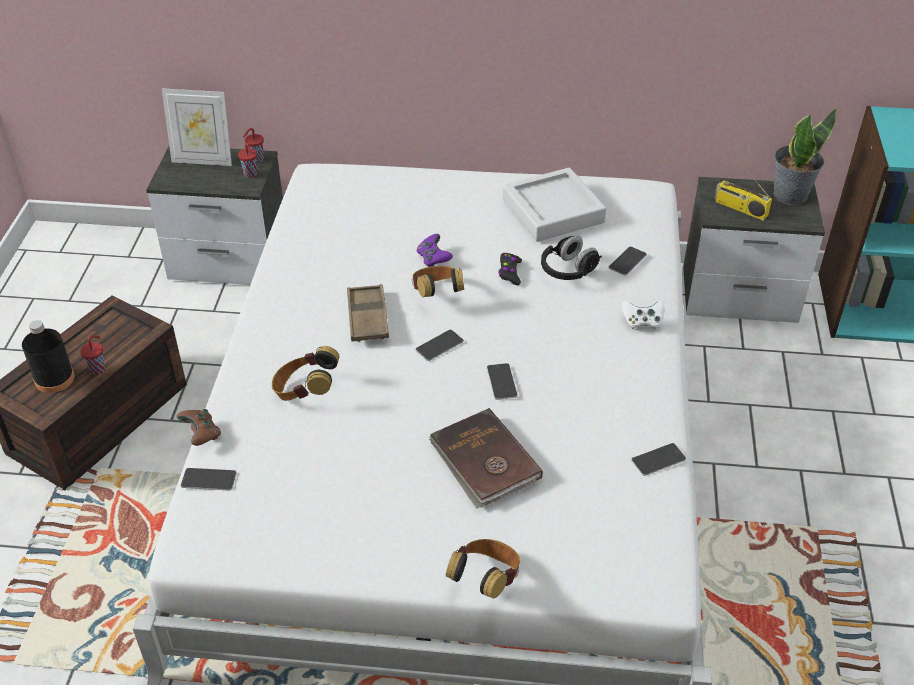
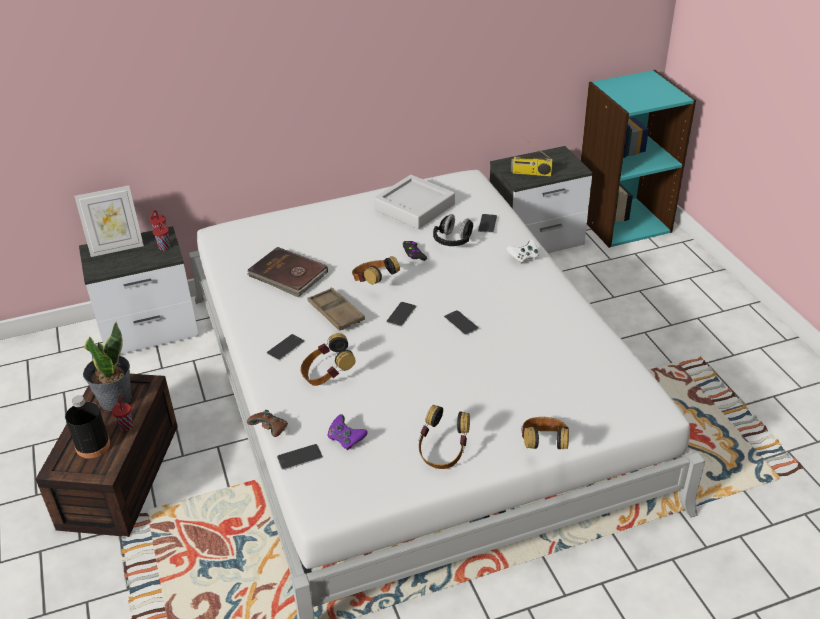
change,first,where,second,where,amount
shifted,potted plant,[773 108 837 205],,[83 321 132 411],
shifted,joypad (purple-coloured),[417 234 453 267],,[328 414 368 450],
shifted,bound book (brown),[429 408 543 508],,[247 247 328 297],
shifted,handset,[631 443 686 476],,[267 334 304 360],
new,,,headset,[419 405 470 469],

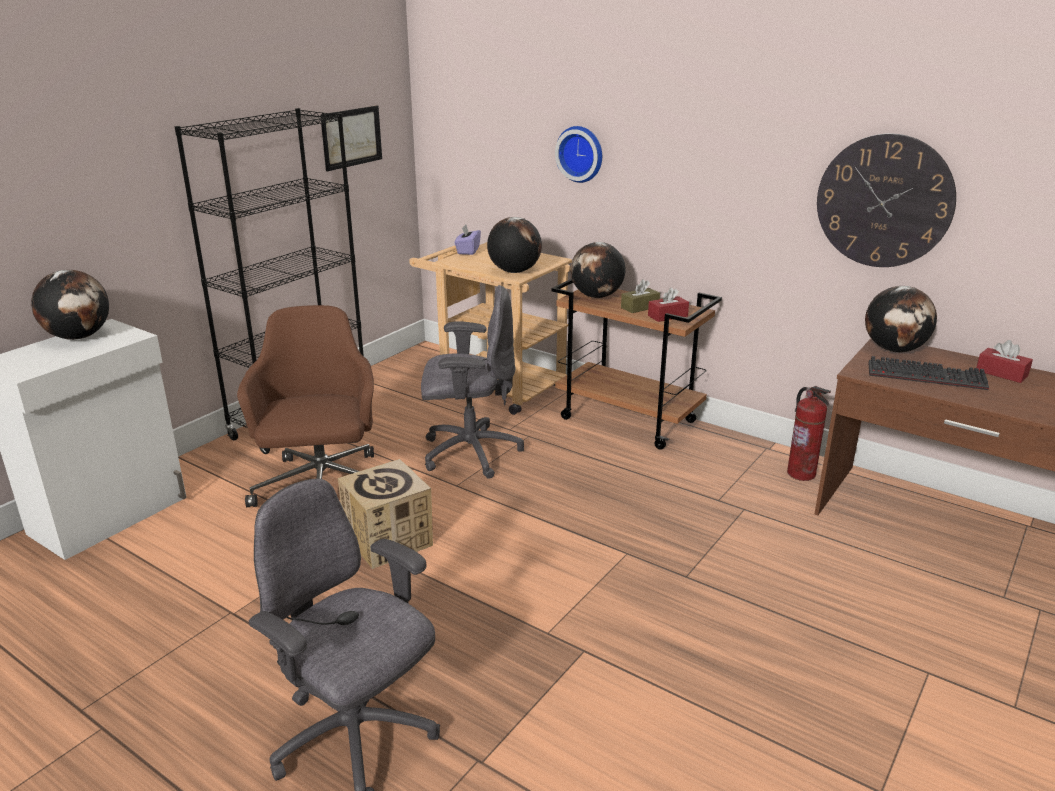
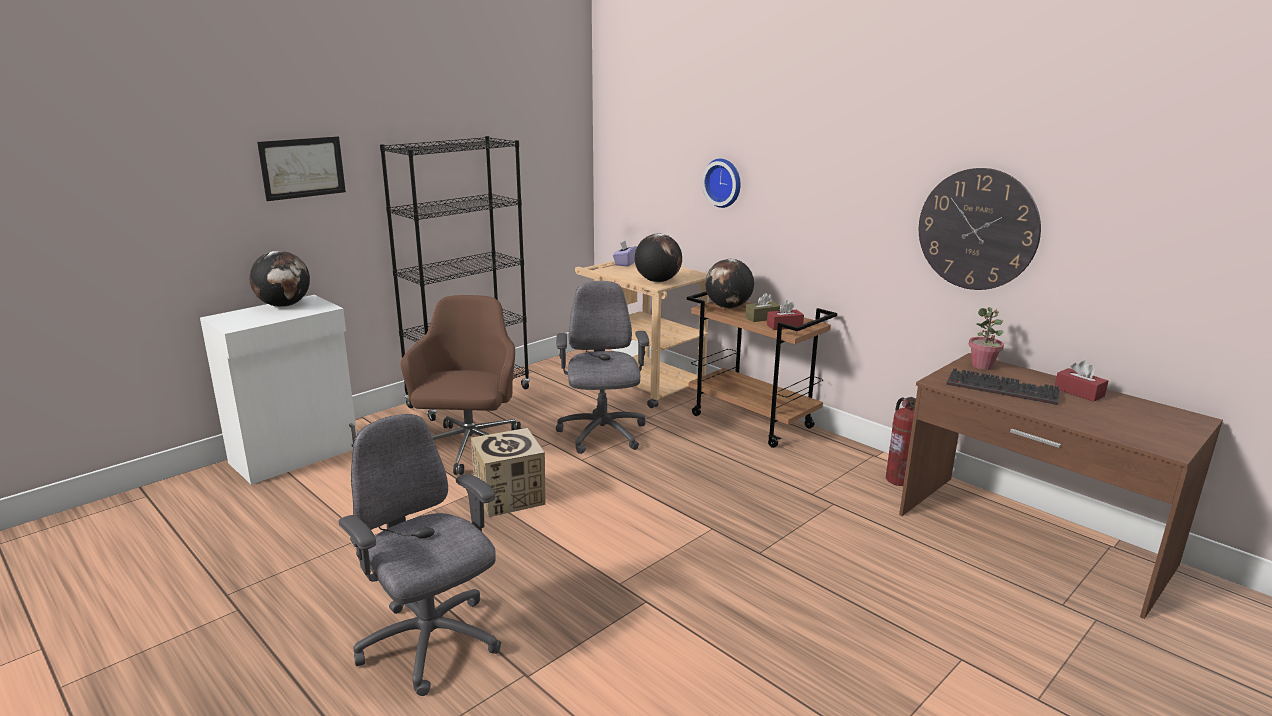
change,first,where,second,where,amount
shifted,picture,[320 106 382 171],,[257 136 346 201],
rotated,computer chair (greyish),[421 285 524 479],,[556 281 649 454],105 degrees counterclockwise
swapped,globe,[865 286 937 352],potted plant,[969 307 1004 370],

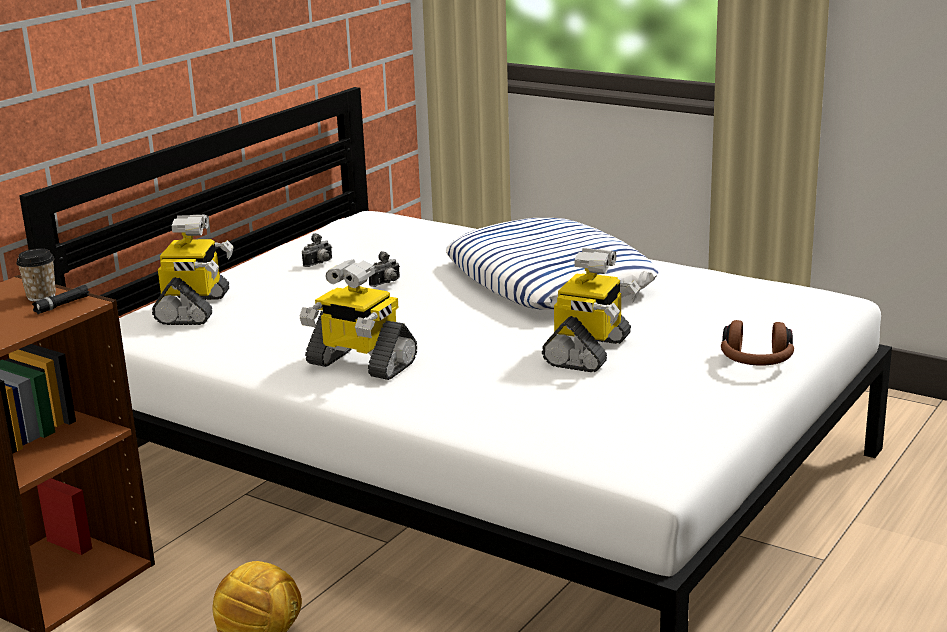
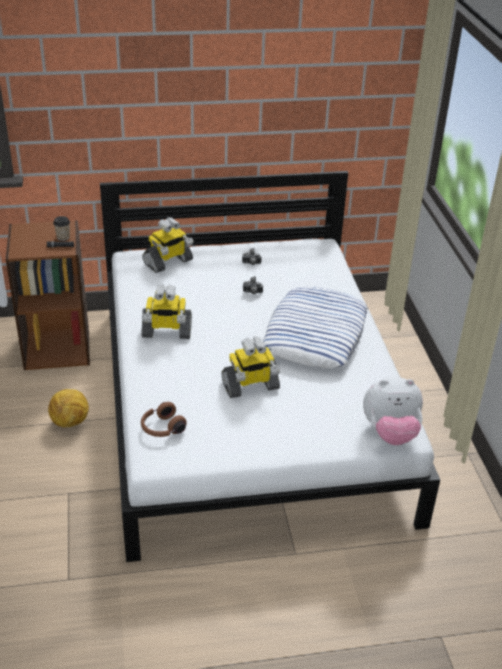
change,first,where,second,where,amount
rotated,robot figure,[299 259 417 380],,[142 284 192 339],75 degrees counterclockwise
shifted,headset (brown),[721 320 794 366],,[141 402 187 437],
new,,,cuddly toy,[363 377 423 445],

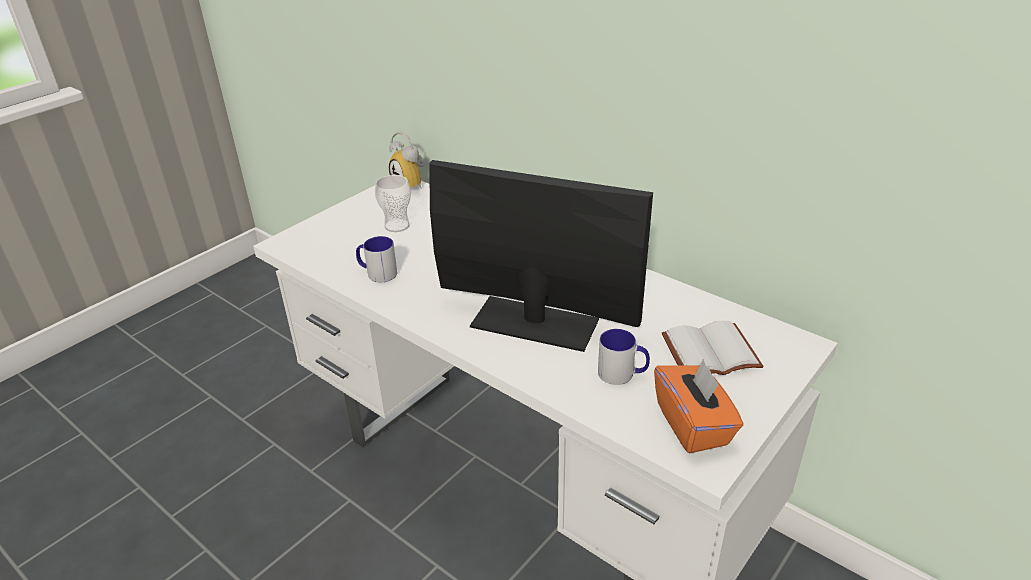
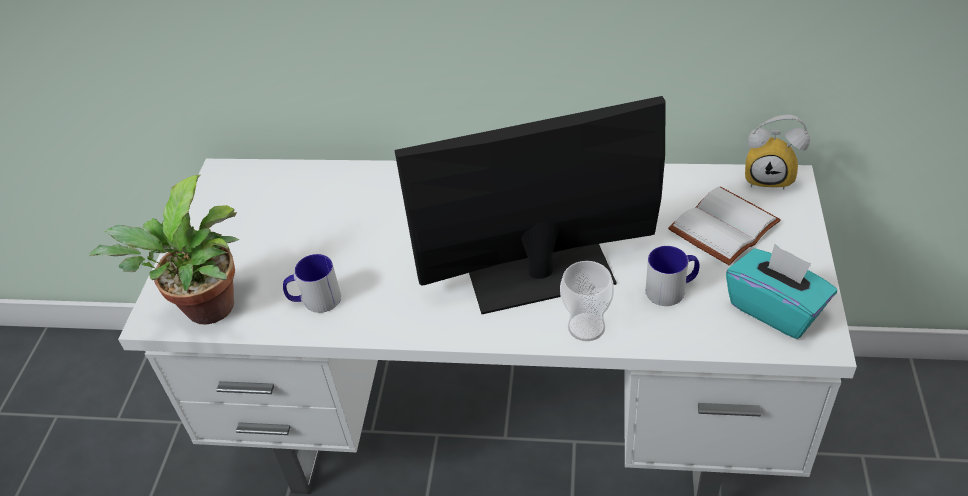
change,first,where,second,where,amount
shifted,table clock,[389 131 425 189],,[745 115 810 190],
shifted,drinking cup,[375 175 411 232],,[560 261 614 341],
repainted,tissue box (orange-coloured),[654 359 743 454],tissue box (turquoise-coloured),[726 244 837 339],
new,,,potted plant,[88 175 239 325],

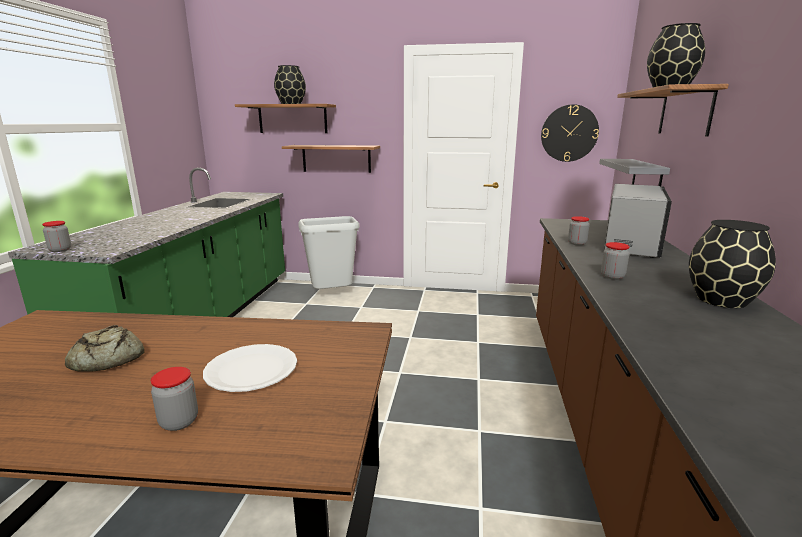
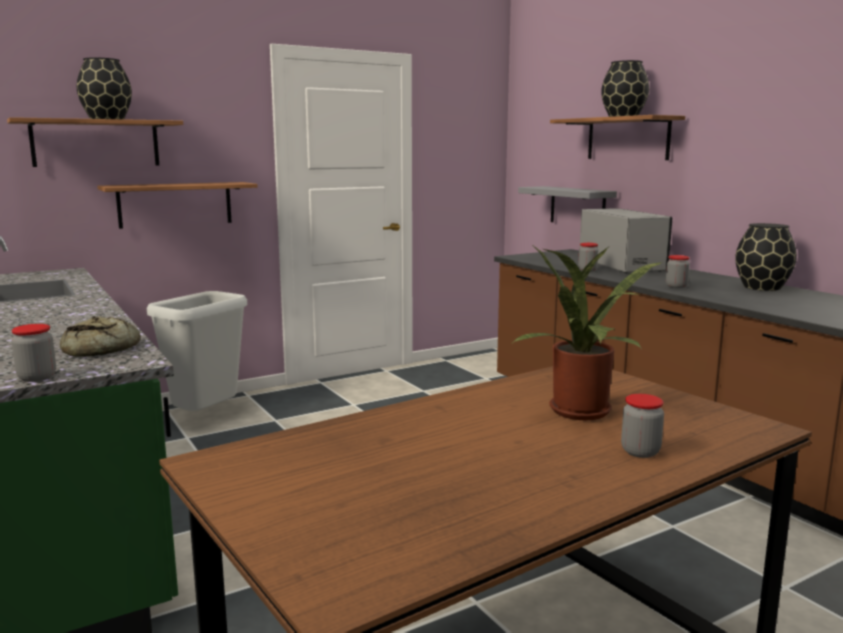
change,first,where,second,where,amount
gone,wall clock,[541 104 599 162],,,
shifted,bread,[65 325 145 372],,[60 316 141 357],
swapped,dinner plate (whitish),[203 344 297 392],potted plant,[512 246 662 420],

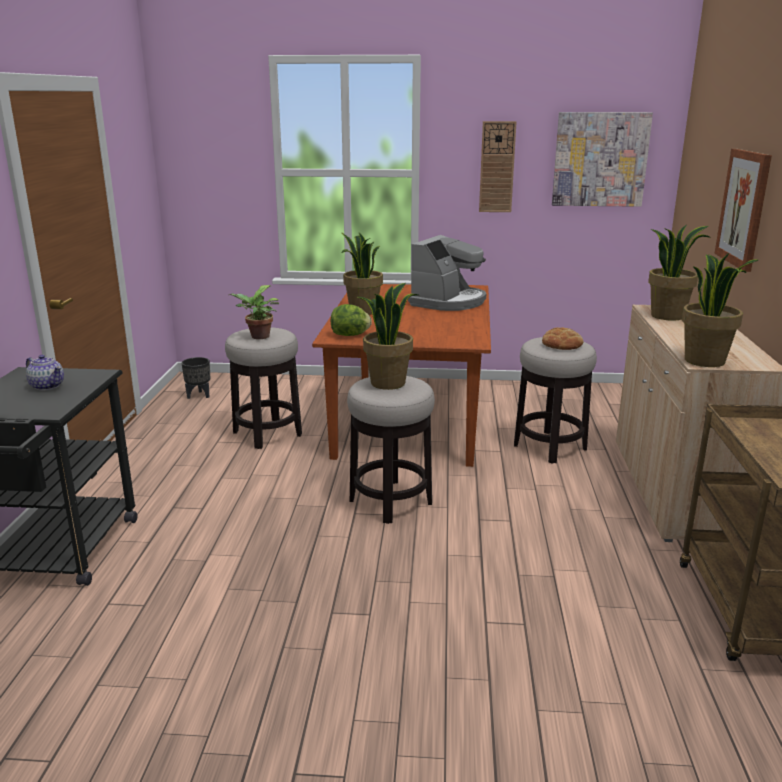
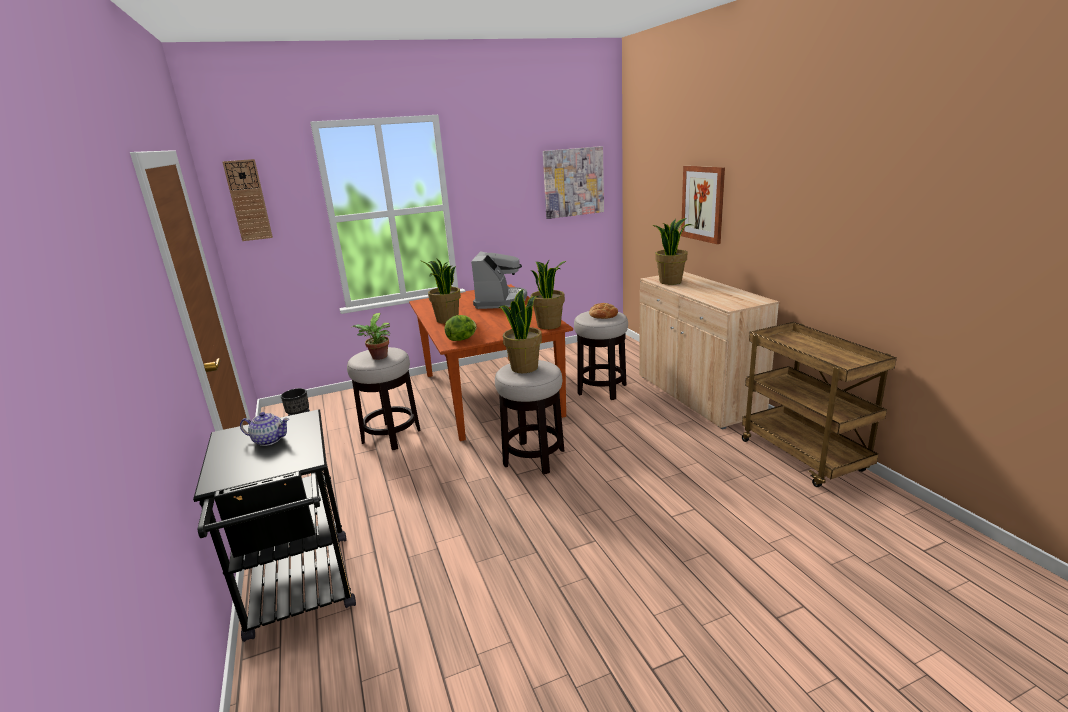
change,first,where,second,where,amount
shifted,wall clock,[479 121 517 212],,[222 159 273 241],
shifted,potted plant,[682 253 758 367],,[530 260 566 329],

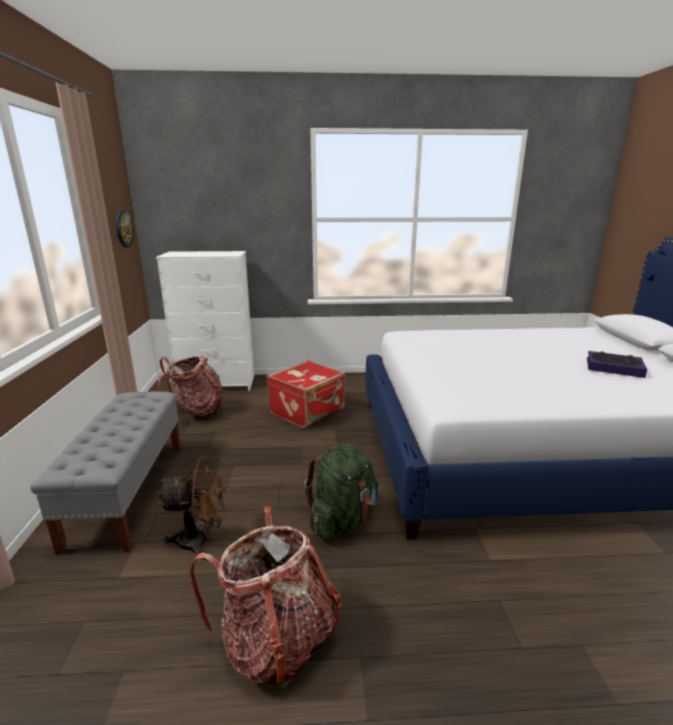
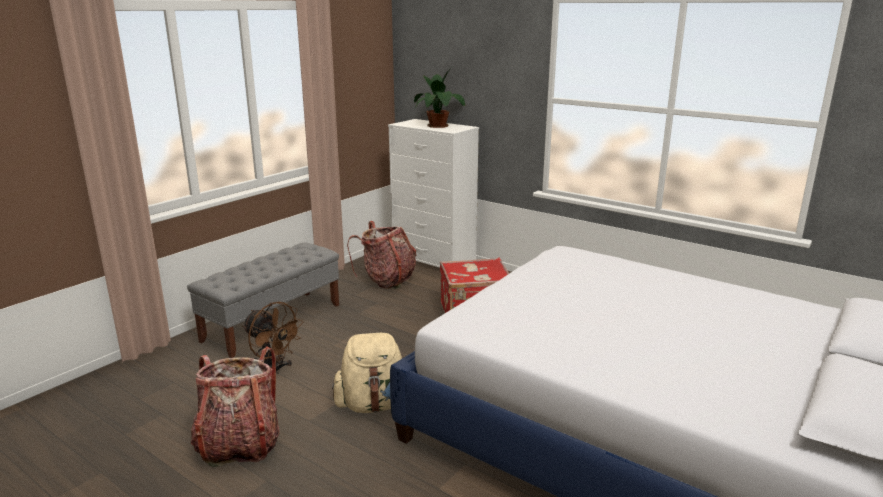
change,first,where,second,where,amount
gone,wall clock,[116 210 134 247],,,
gone,bound book,[587 351 647 378],,,
repainted,knapsack (green-coloured),[304 444 378 539],knapsack (beige),[332 333 402 413],
new,,,potted plant,[414 66 465 128],

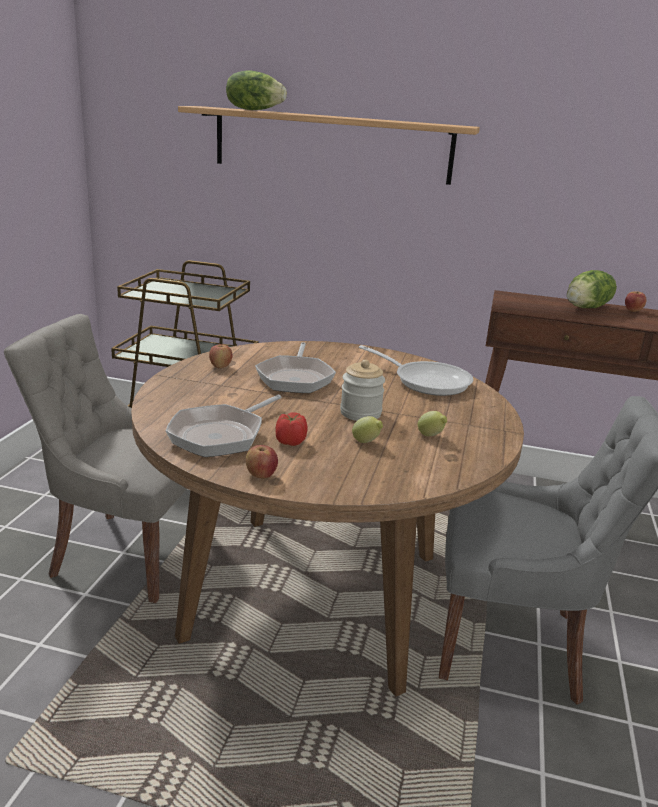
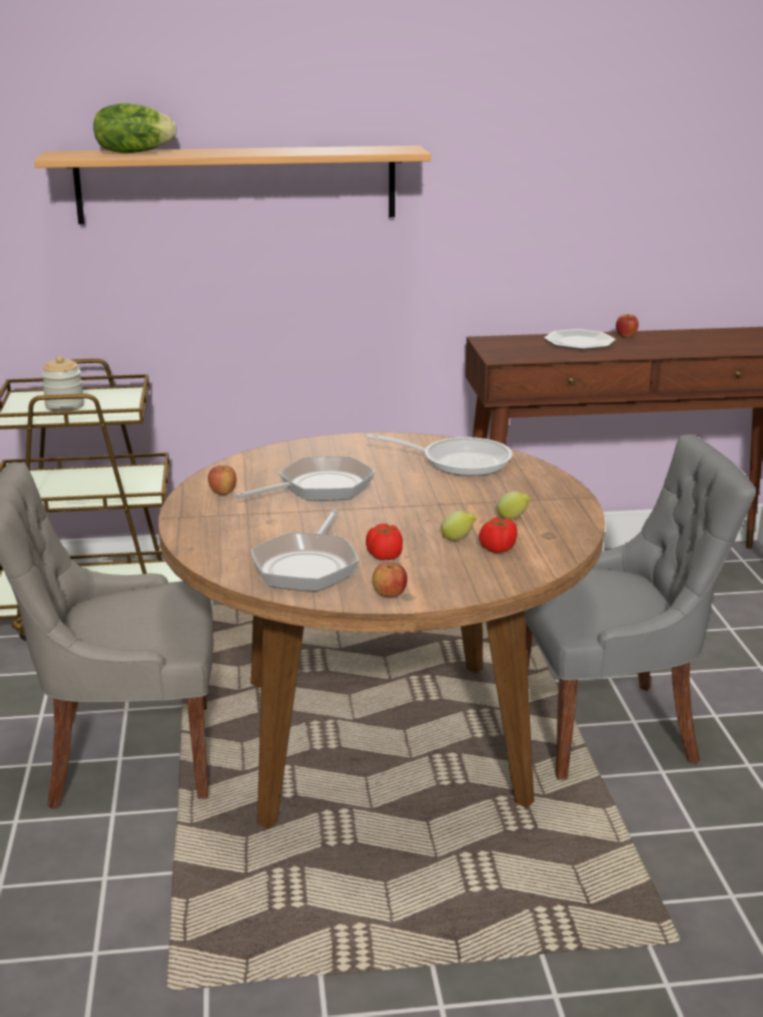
change,first,where,second,where,amount
swapped,lettuce head,[567 270 617 308],dinner plate,[544 329 616 349],
rotated,pan,[255 342 336 393],,[236 456 375 501],105 degrees counterclockwise
shifted,preserve jar,[340 360 385 421],,[41 356 84 411],
new,,,fresh tomato,[479 517 517 553],

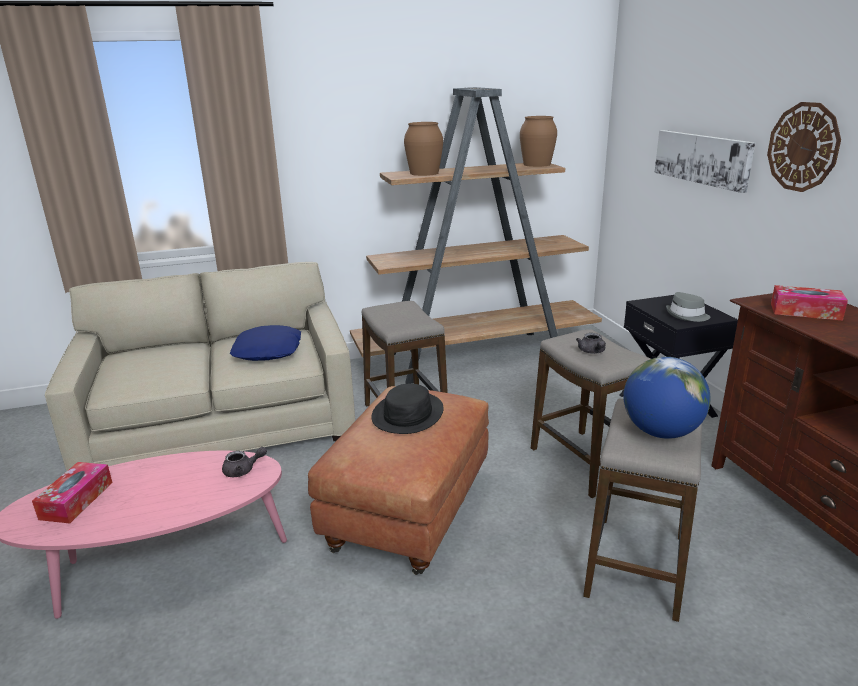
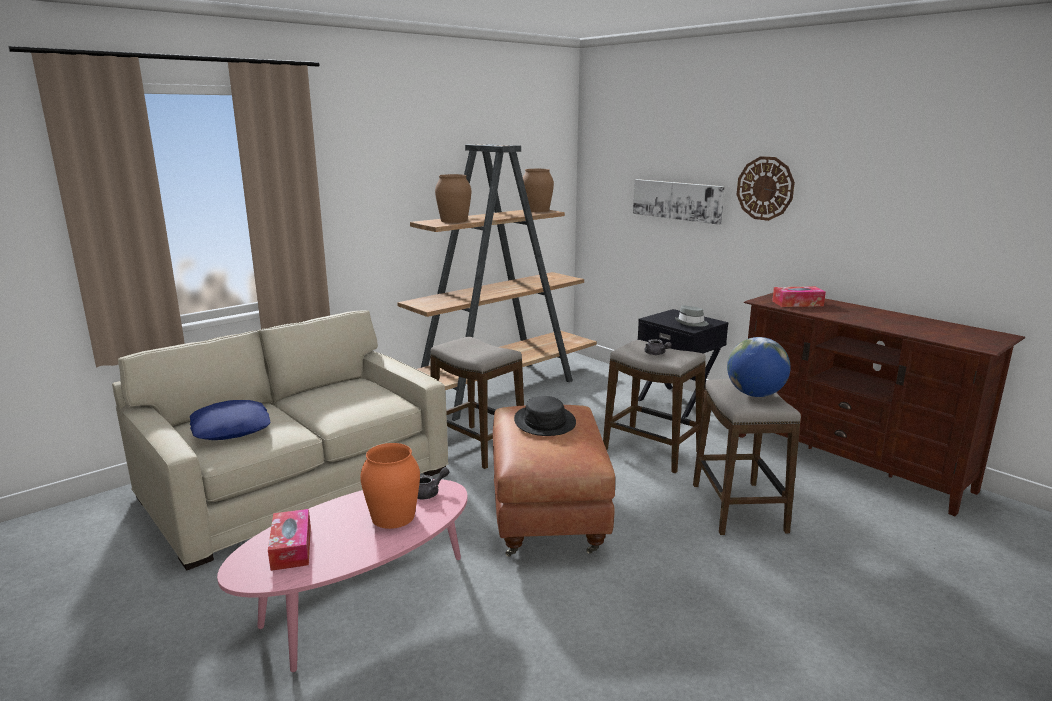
change,first,where,second,where,amount
shifted,throw pillow (blue),[230 325 301 361],,[190 400 270 440],
new,,,decorative vase (orange-coloured),[360 443 420 529],

